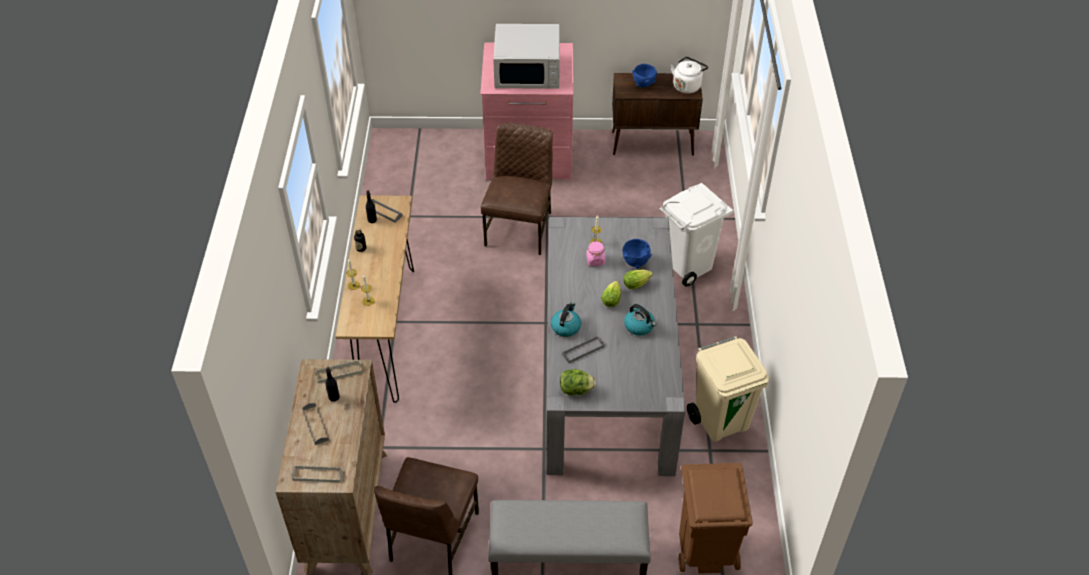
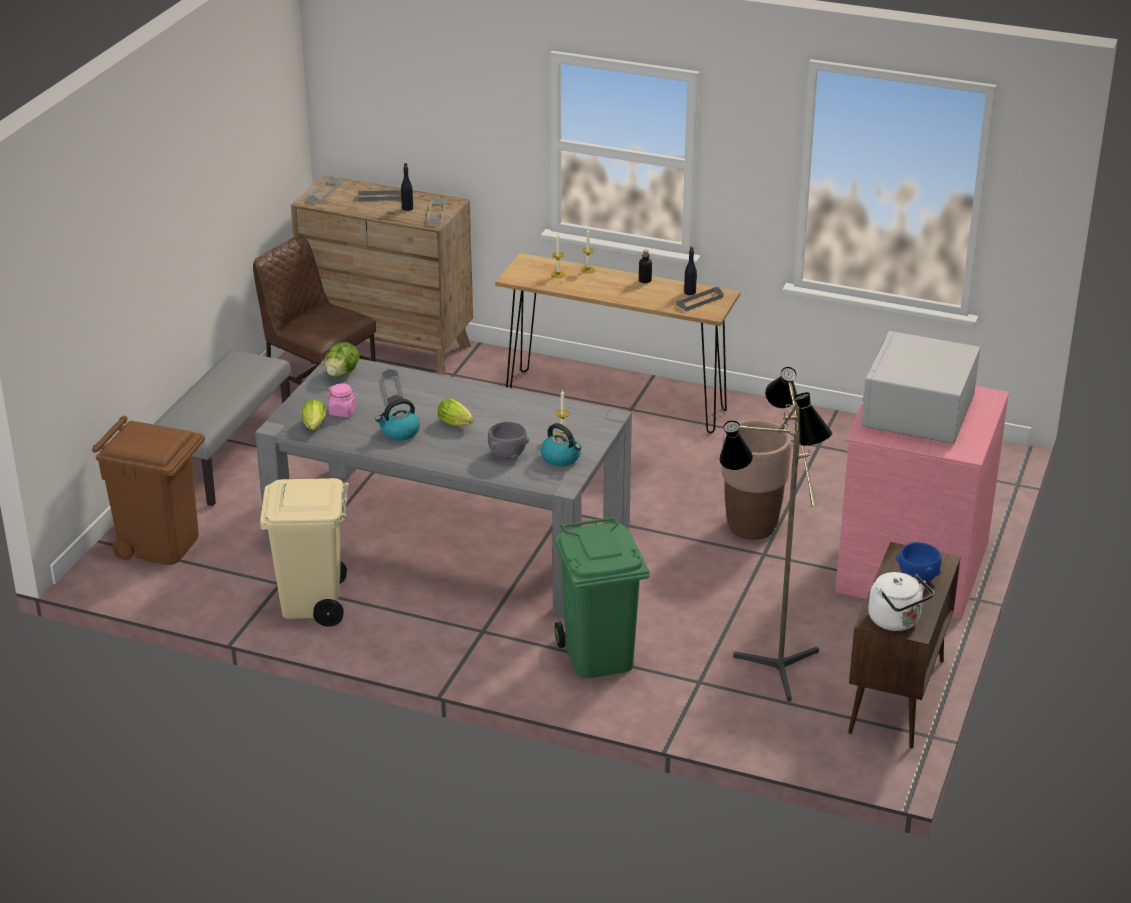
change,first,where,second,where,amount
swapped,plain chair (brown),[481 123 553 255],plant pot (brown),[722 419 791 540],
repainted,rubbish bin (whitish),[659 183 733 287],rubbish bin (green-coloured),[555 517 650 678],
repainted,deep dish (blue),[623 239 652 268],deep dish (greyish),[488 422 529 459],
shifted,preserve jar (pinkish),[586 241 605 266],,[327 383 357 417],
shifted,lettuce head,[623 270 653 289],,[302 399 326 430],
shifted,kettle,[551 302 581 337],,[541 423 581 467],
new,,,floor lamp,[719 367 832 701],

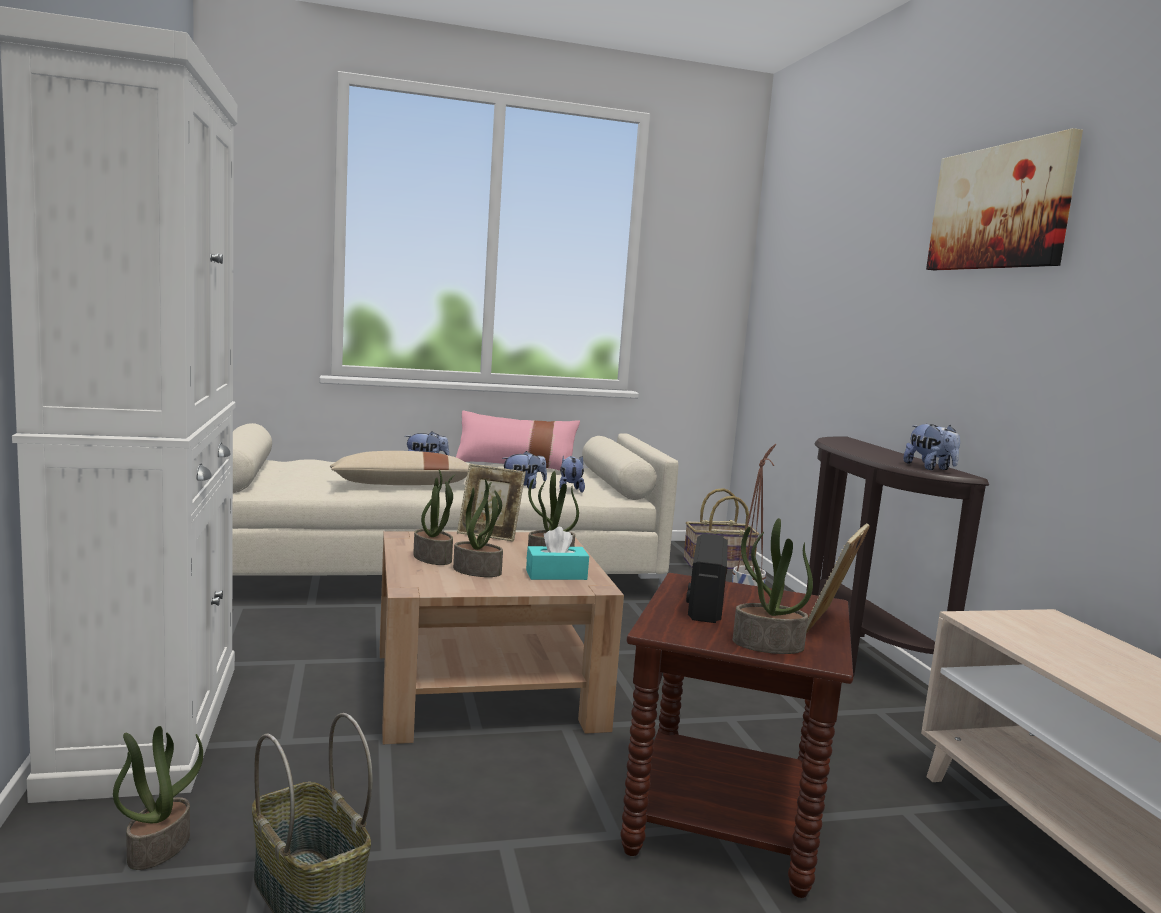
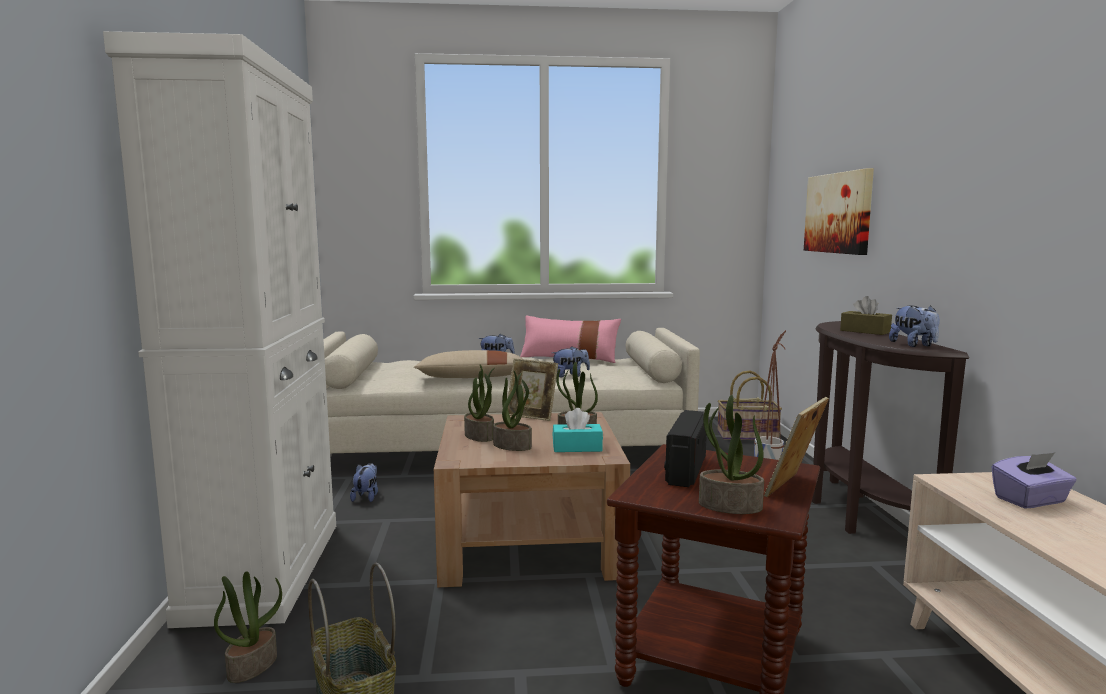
change,first,where,second,where,amount
shifted,picture,[926 128 1083 270],,[804 168 874 255],
shifted,cuddly toy,[560 456 585 493],,[350 463 378 502],
new,,,tissue box (brown),[840 296 892 335],
new,,,tissue box (purple-coloured),[991 452 1077 509],

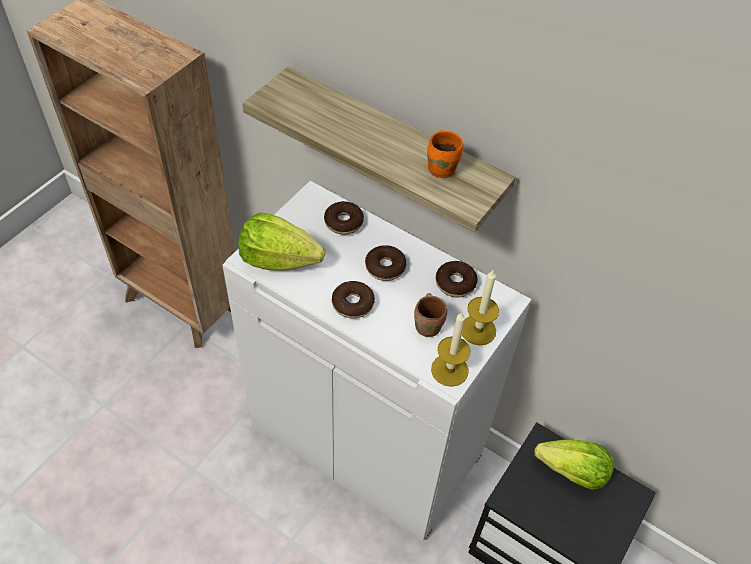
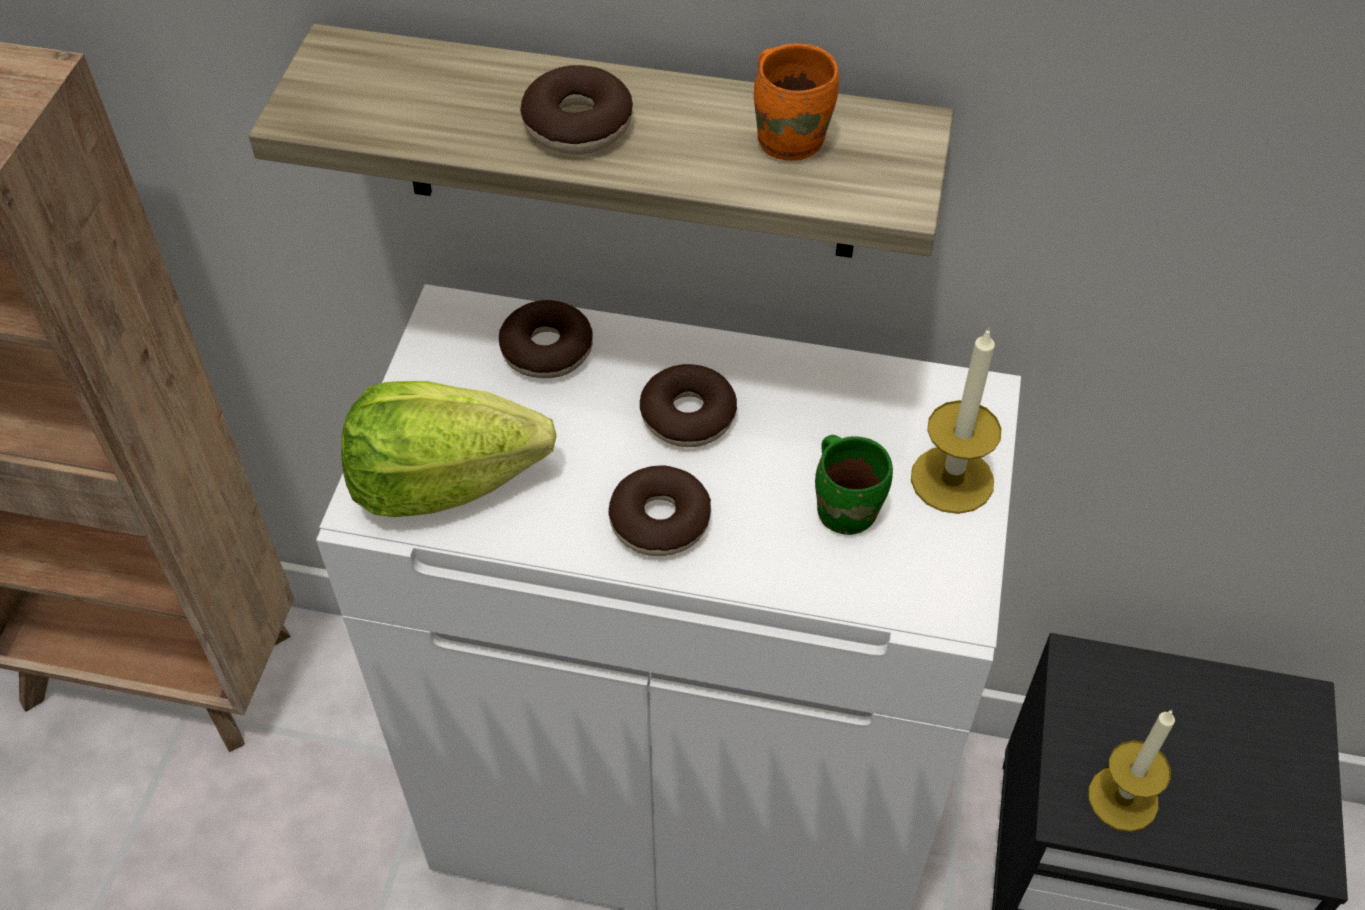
change,first,where,second,where,amount
shifted,doughnut,[436 261 478 297],,[520 65 633 154],
repainted,tea mug (brown),[414 293 447 337],tea mug (green-coloured),[815 435 893 535],
shifted,wax candle,[431 312 471 387],,[1089 710 1175 832],
gone,lettuce head,[534 440 614 490],,,

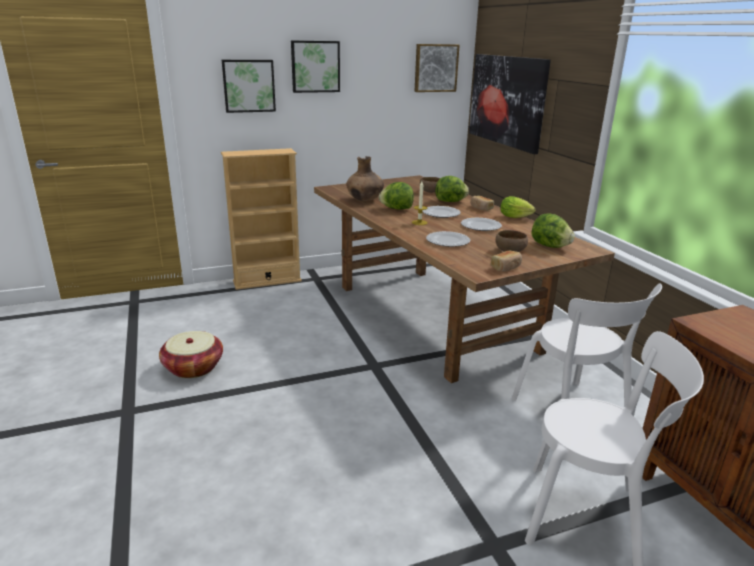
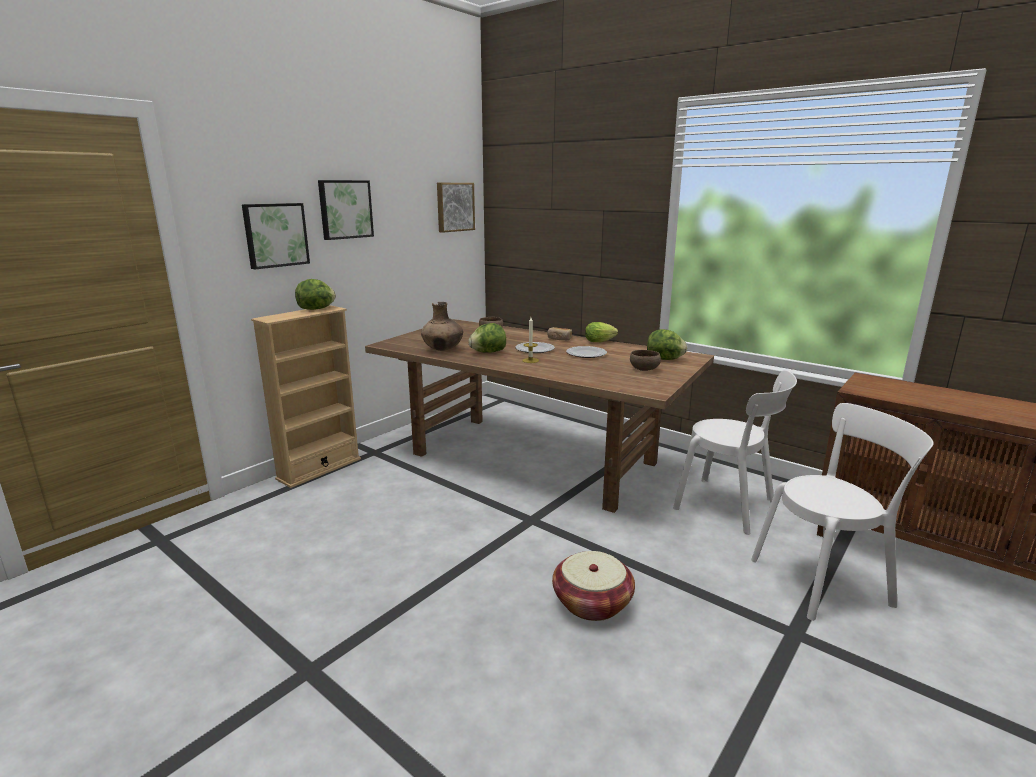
change,first,where,second,where,amount
gone,picture,[469 54 551 154],,,
shifted,lettuce head,[435 176 469 202],,[295 279 336 310],
gone,dinner plate,[426 231 470 247],,,
gone,bread,[491 251 522 272],,,
shifted,storage basket,[159 331 223 378],,[552 551 635 621],

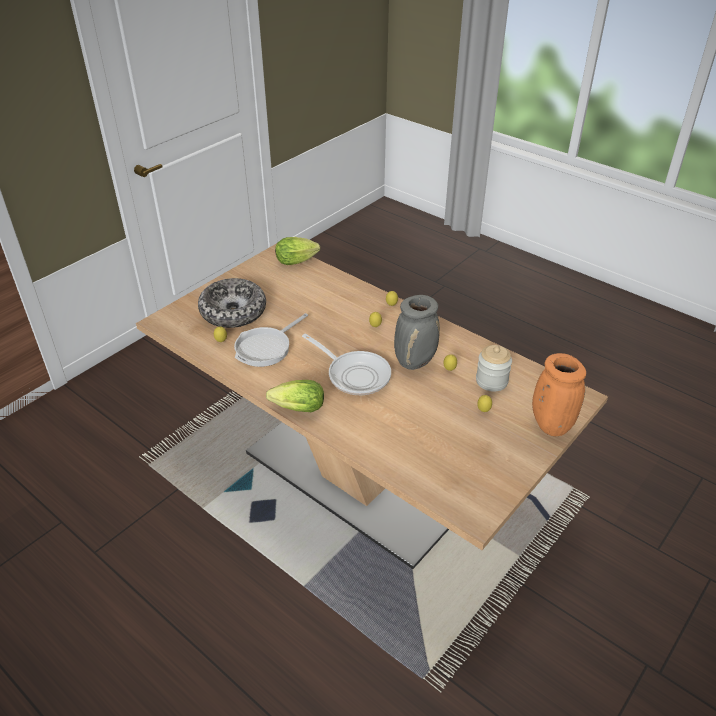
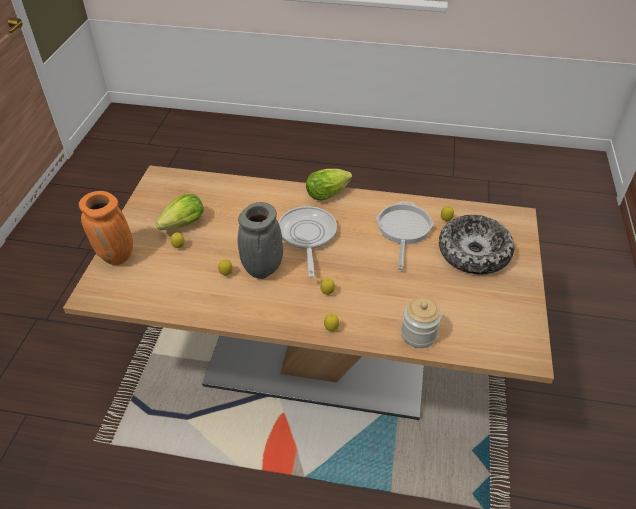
change,first,where,second,where,amount
shifted,lettuce head,[275 237 320 265],,[156 194 204 230],
rotated,pan,[302 334 391 395],,[278 206 337 278],75 degrees clockwise
shifted,preserve jar,[476 345 512 392],,[401 297 441 348],

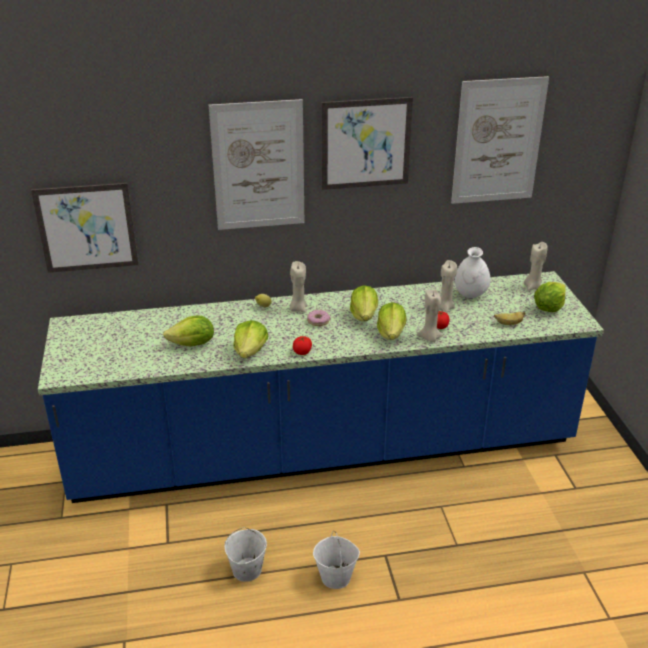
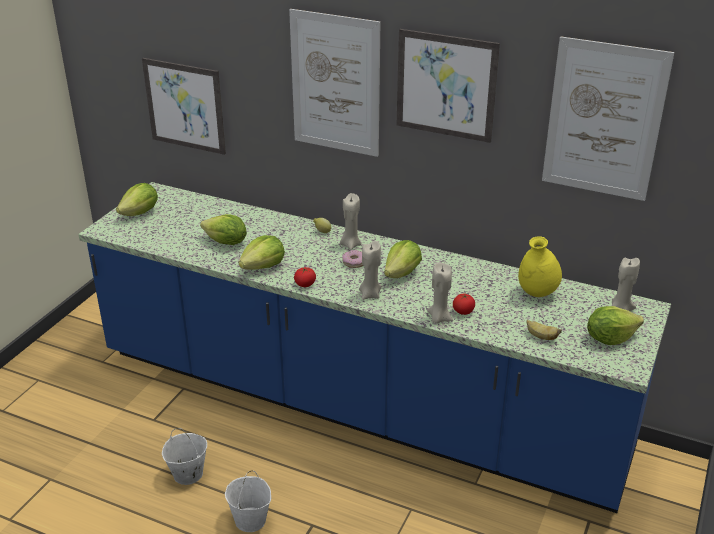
change,first,where,second,where,amount
repainted,decorative vase (whitish),[455 247 491 298],decorative vase (yellow),[518 236 562 297],
shifted,wax candle (beige),[440 260 457 313],,[359 241 382 300],
shifted,lettuce head,[377 302 406 340],,[116 183 158 216],

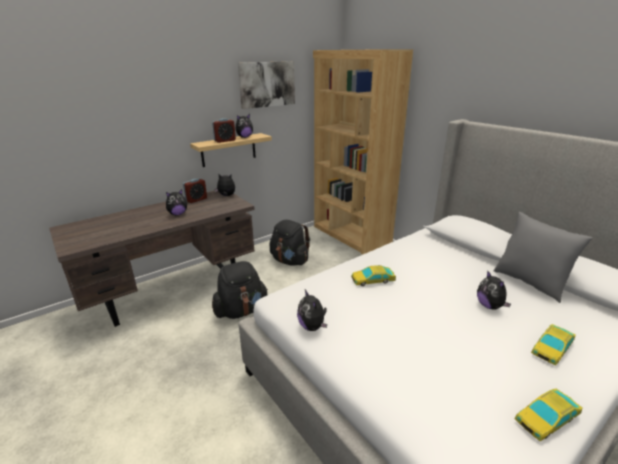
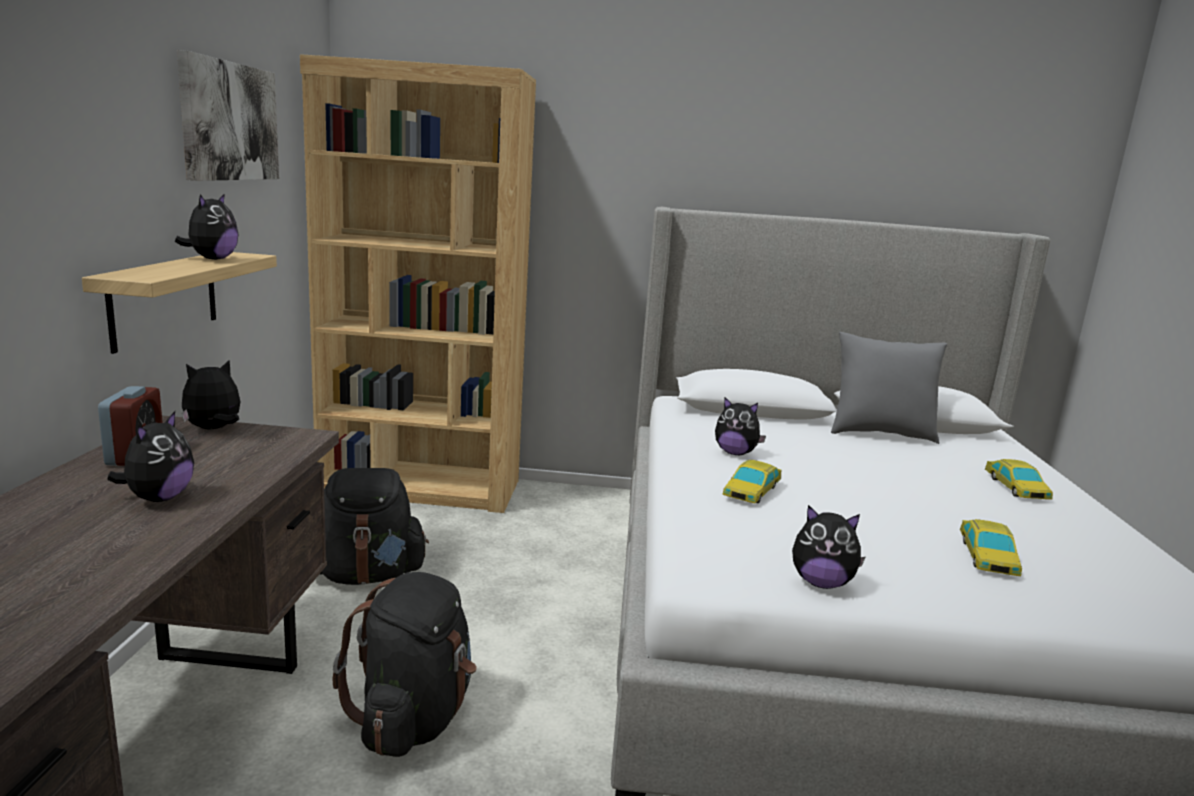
change,first,where,second,where,amount
gone,table clock,[212 118 236 143],,,
shifted,cuddly toy,[477 270 511 310],,[715 397 766 455],
shifted,model car,[514 389 583 442],,[960 519 1022 576],

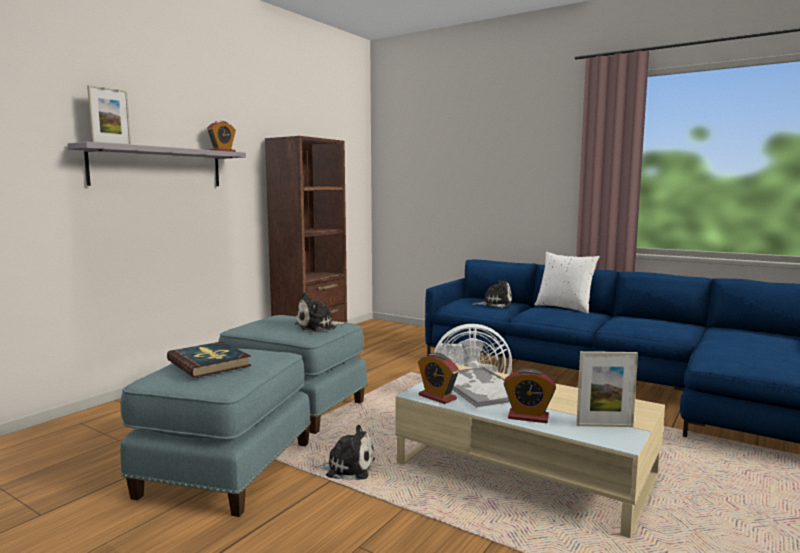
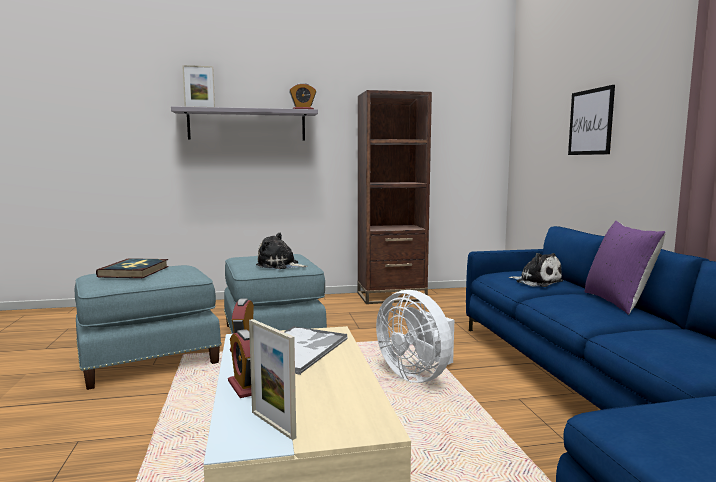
change,first,where,second,where,amount
repainted,throw pillow (whitish),[535 252 600 314],throw pillow (purple-coloured),[585 221 666 315],
gone,cuddly toy,[311 425 375 480],,,
new,,,picture,[568 85 615 155],

